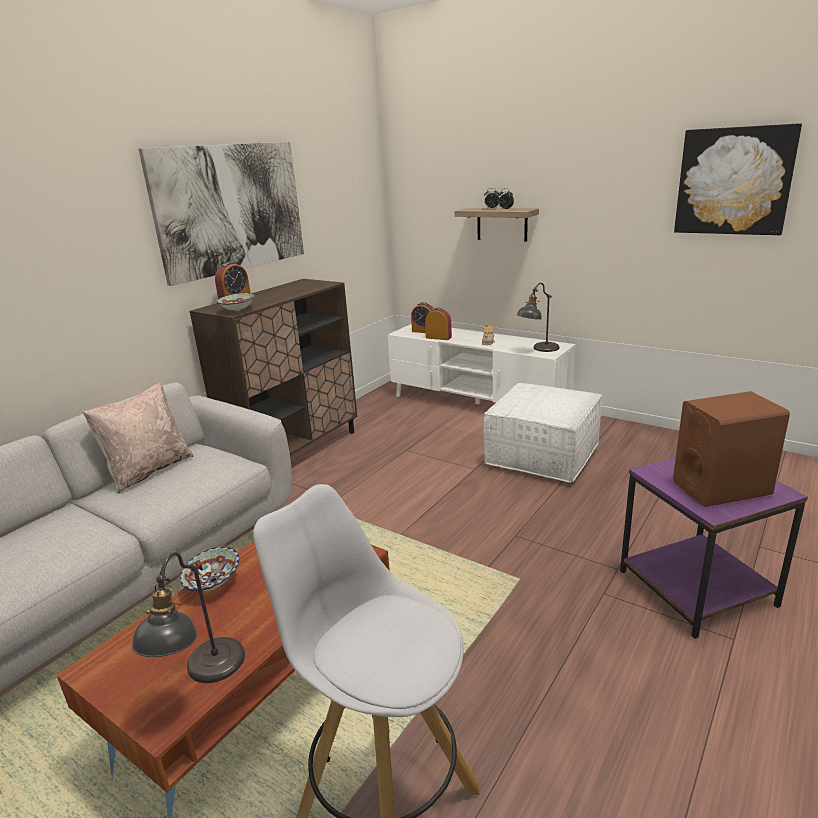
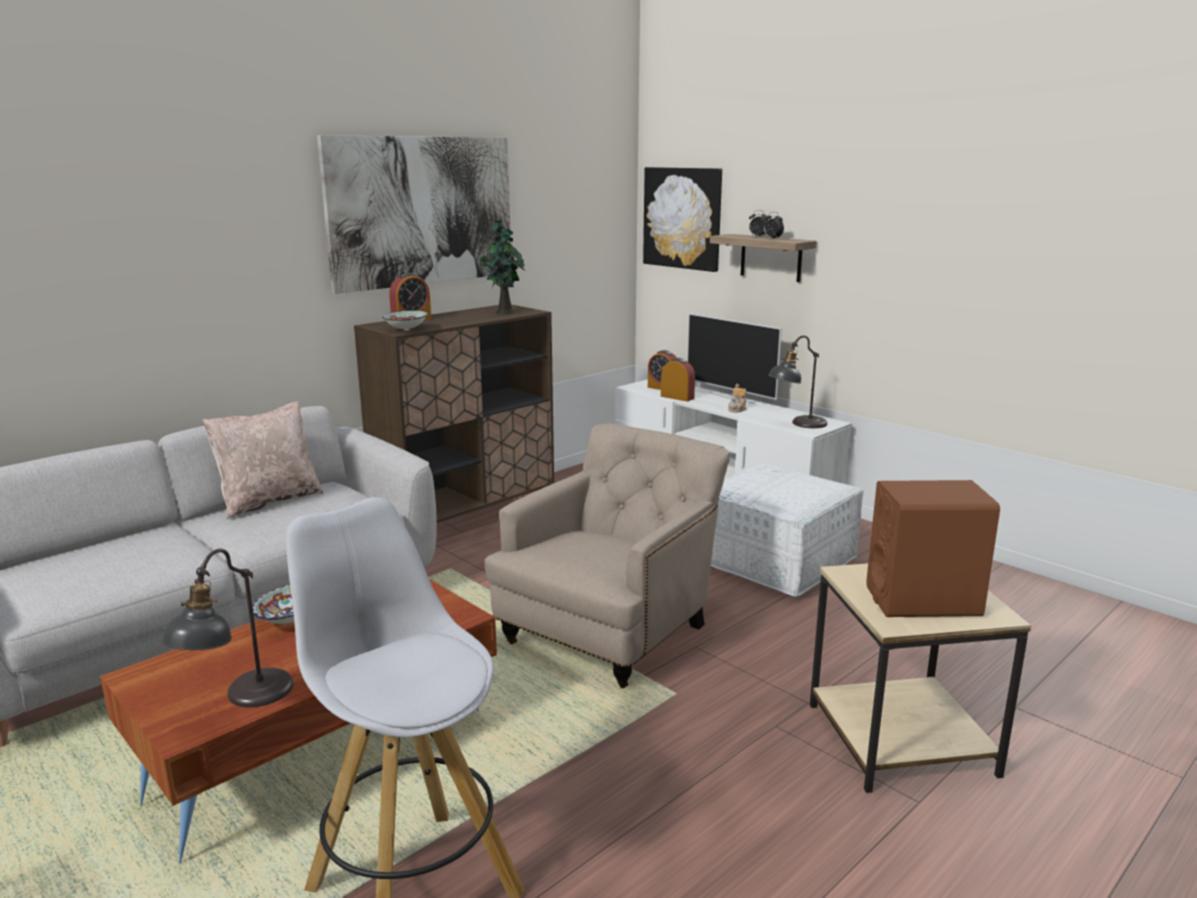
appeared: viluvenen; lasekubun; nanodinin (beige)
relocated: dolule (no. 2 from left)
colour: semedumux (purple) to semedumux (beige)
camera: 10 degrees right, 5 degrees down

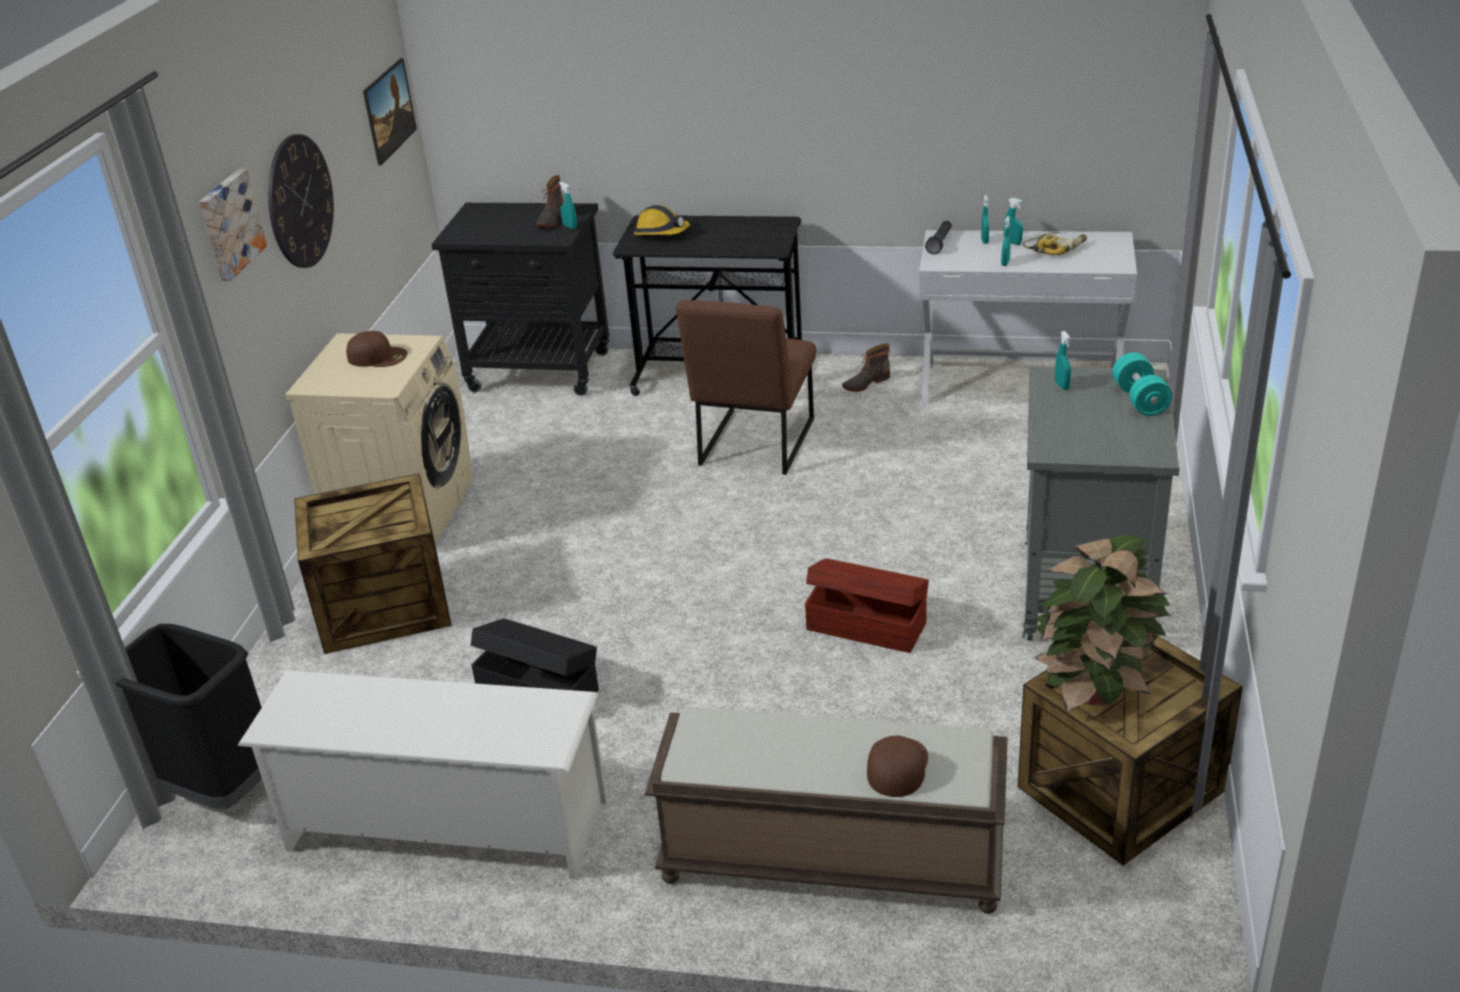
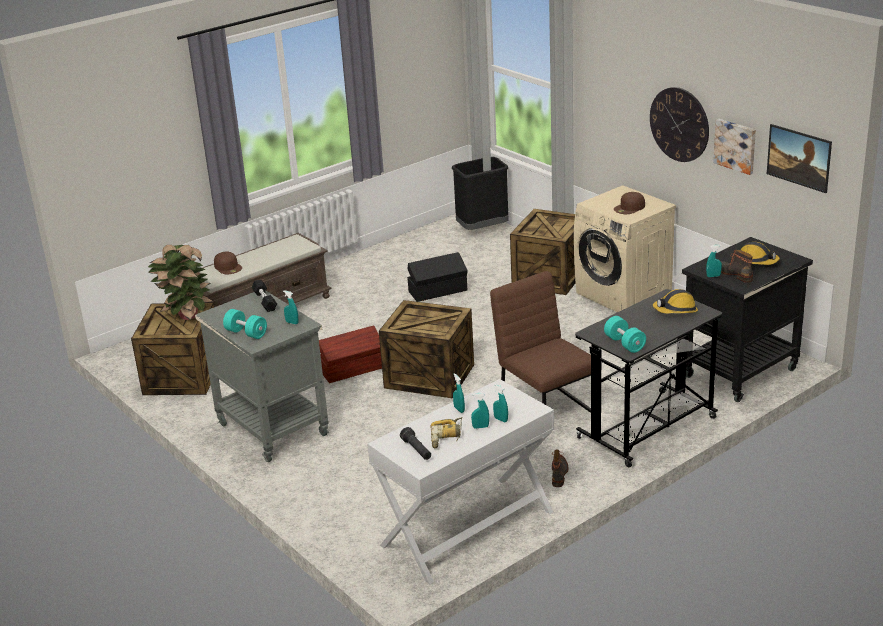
missing: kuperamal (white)
appeared: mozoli (no. 2 from left); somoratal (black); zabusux (no. 2 from left); somoratal (turquoise) (no. 2 from left)
relocated: dolule (no. 1 from left); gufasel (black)
camera: 130 degrees right, 5 degrees down

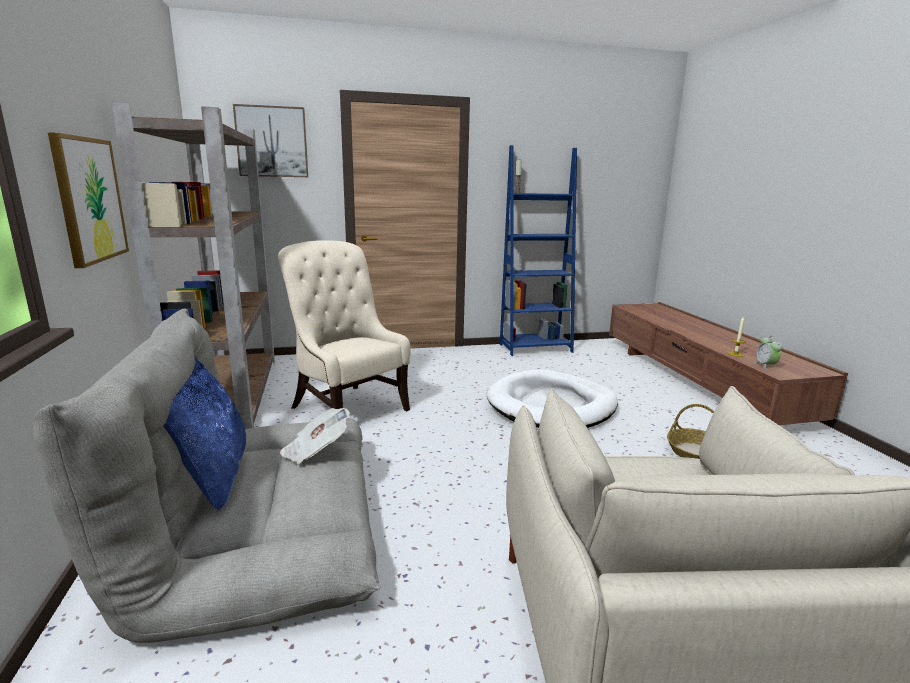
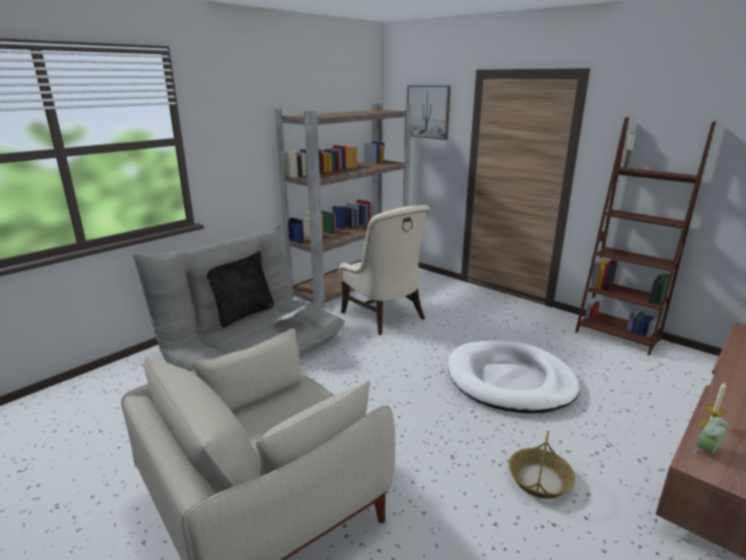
missing: dolule (no. 1 from left)
colour: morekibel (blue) to morekibel (brown) (no. 2 from left); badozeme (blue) to badozeme (black)
spun: nanodinin (beige) (no. 1 from left in the first image) 135 degrees clockwise
camera: 55 degrees right, 5 degrees up

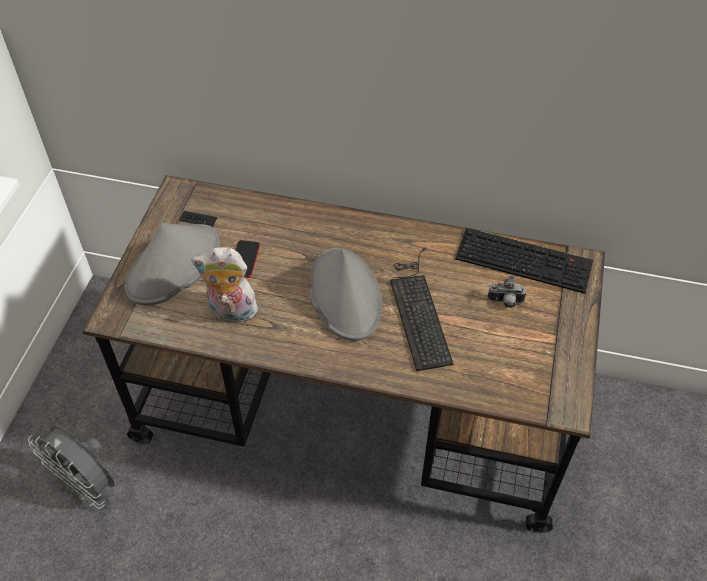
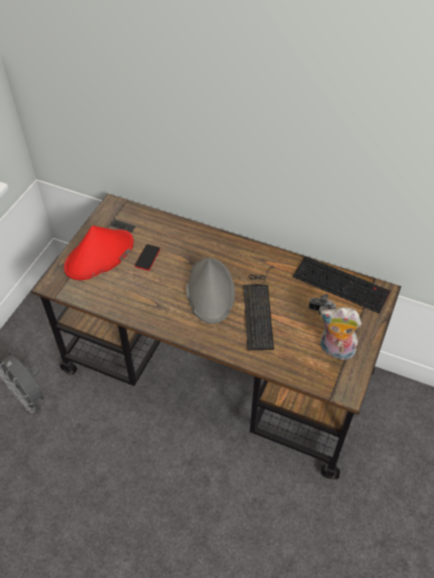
relocated: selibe
colour: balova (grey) (no. 1 from left) to balova (red)
camera: 10 degrees right, 0 degrees up

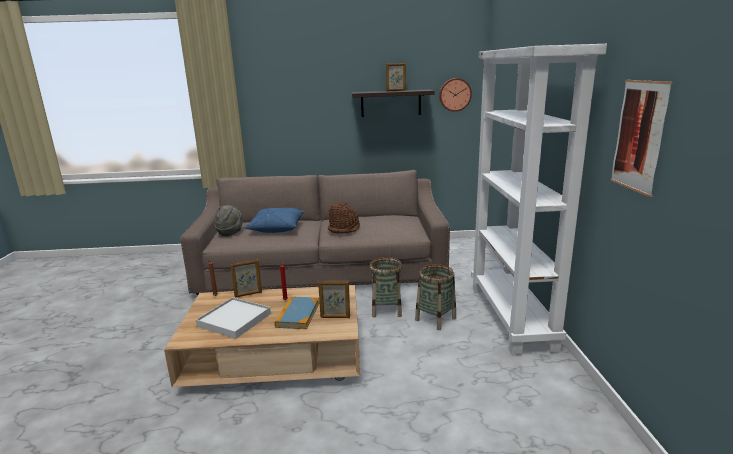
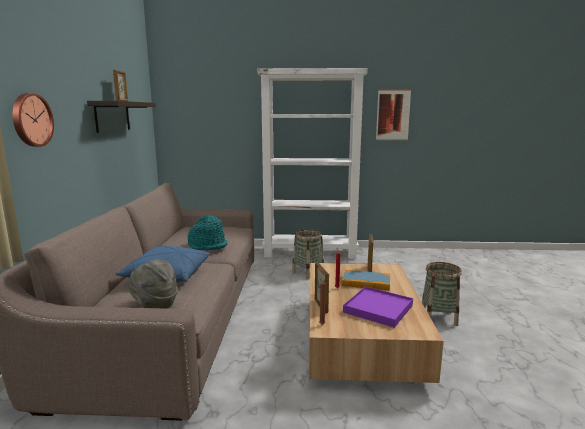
relocated: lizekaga; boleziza (no. 1 from left in the first image) to boleziza (no. 2 from left)
colour: balova (brown) to balova (turquoise); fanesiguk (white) to fanesiguk (purple)
camera: 85 degrees left, 5 degrees down

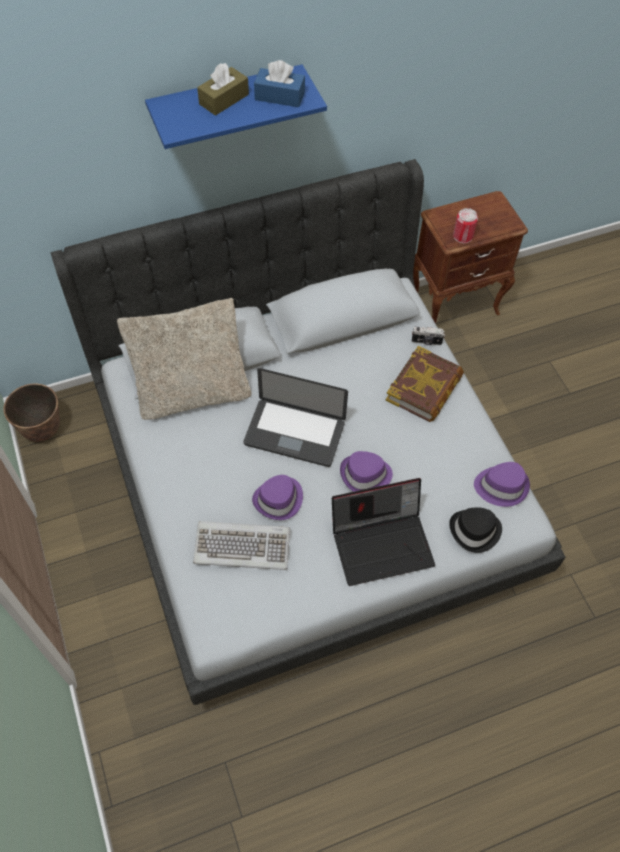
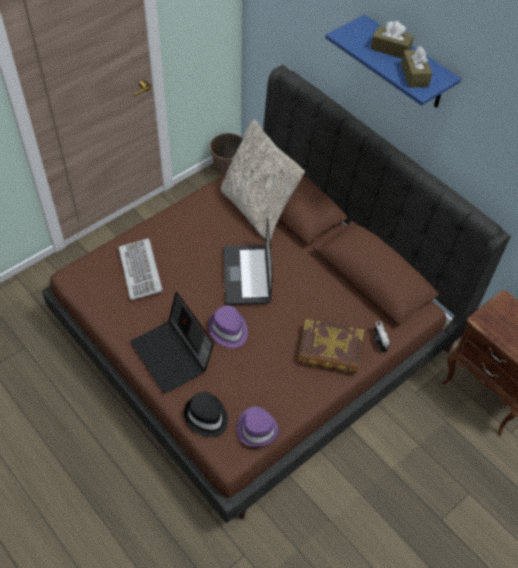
missing: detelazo; balova (purple) (no. 1 from left)
colour: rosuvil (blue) to rosuvil (brown) (no. 2 from left); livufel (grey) to livufel (brown)
camera: 70 degrees right, 5 degrees down

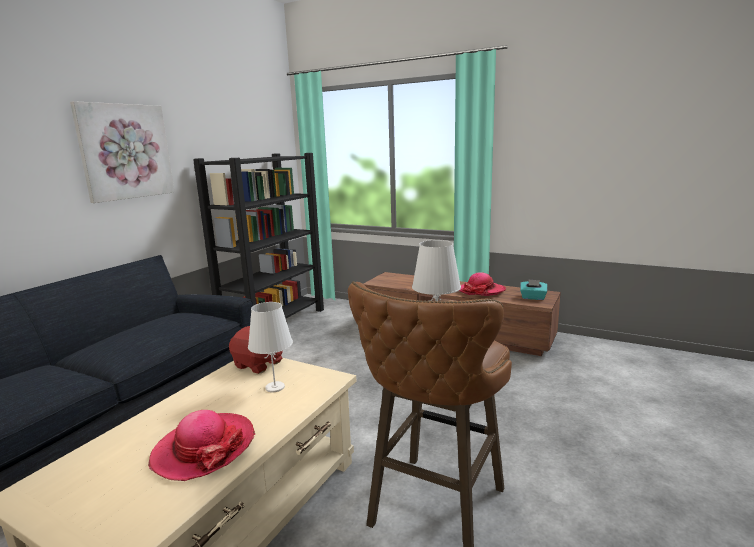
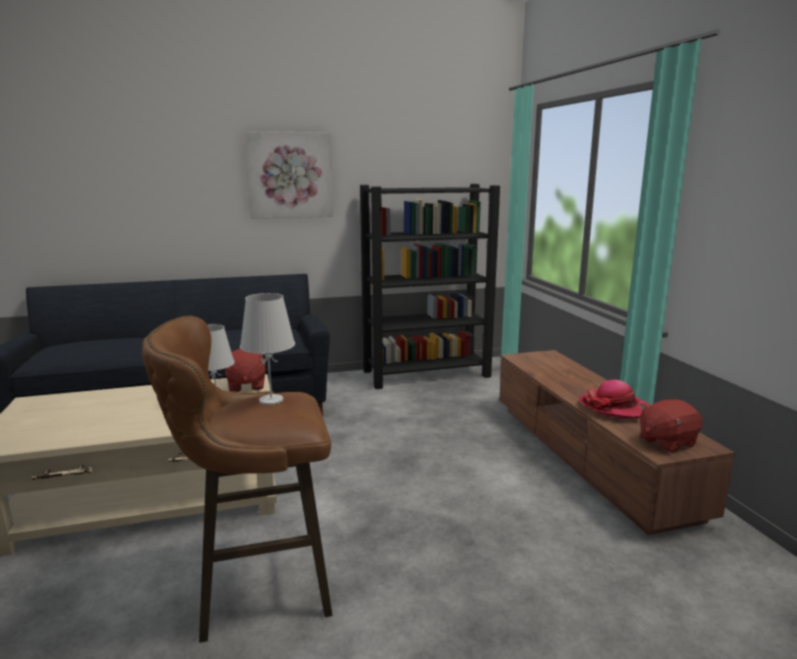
missing: balova (no. 1 from left)
exchanged: rosuvil (turquoise) to selibe (red) (no. 2 from left)
camera: 45 degrees right, 0 degrees up

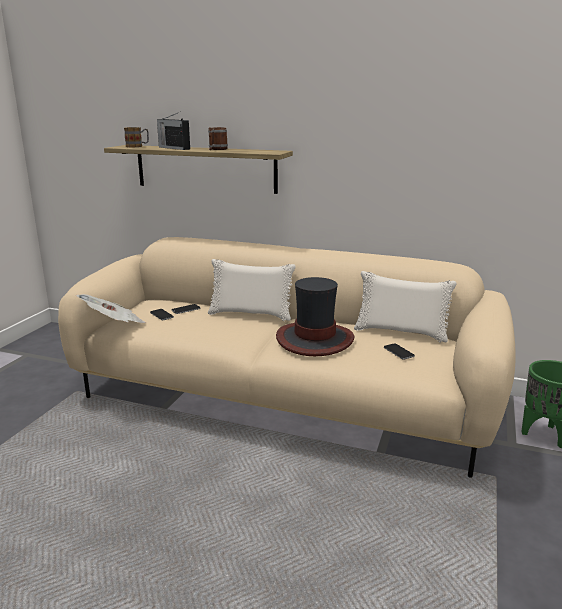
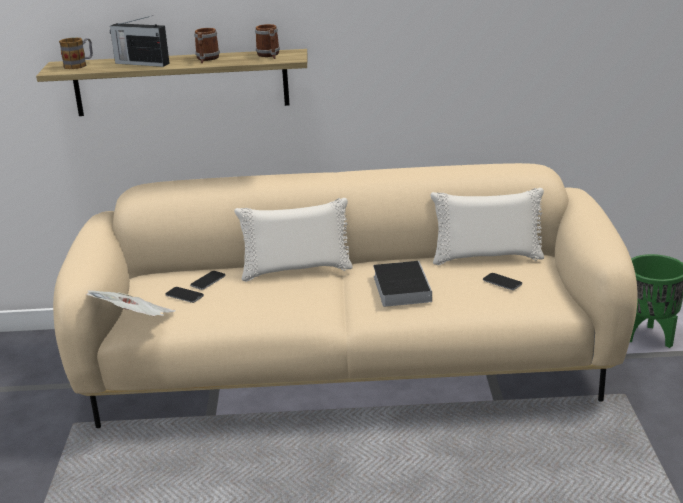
appeared: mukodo (no. 3 from left)
exchanged: balova to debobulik
camera: 20 degrees left, 5 degrees up

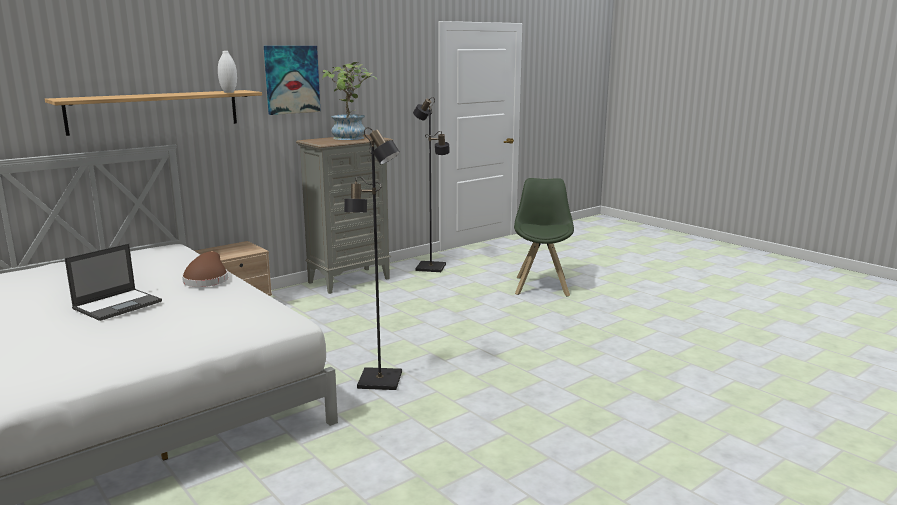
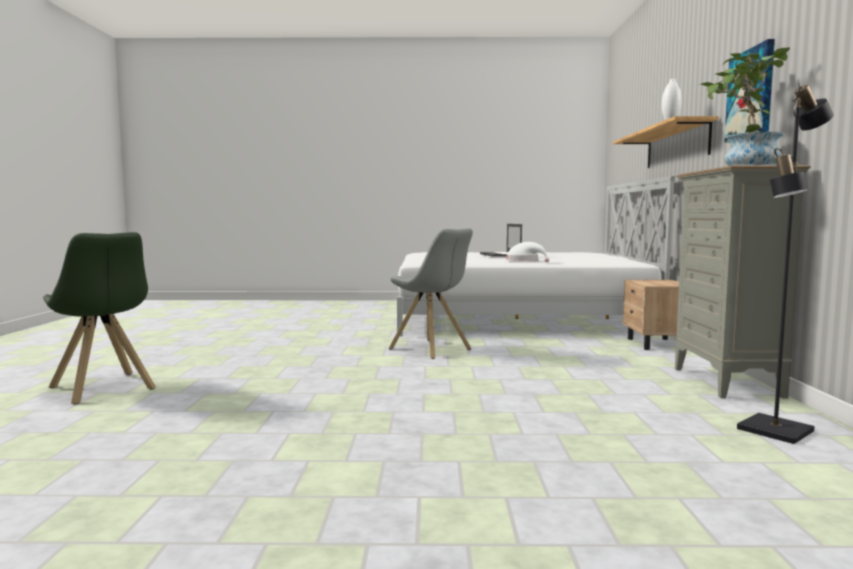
relocated: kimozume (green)
exchanged: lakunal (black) (no. 1 from left) to kimozume (grey)
colour: balova (brown) to balova (white)
camera: 130 degrees right, 10 degrees down

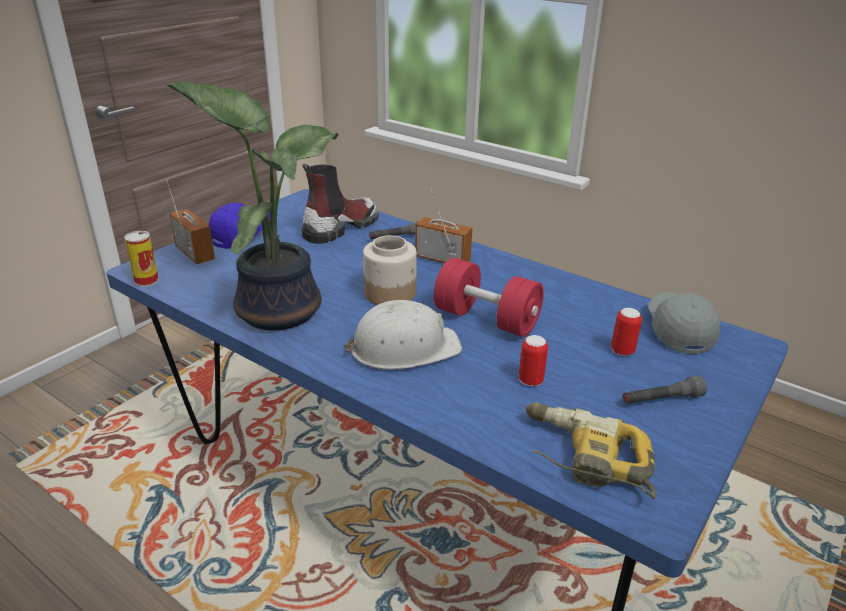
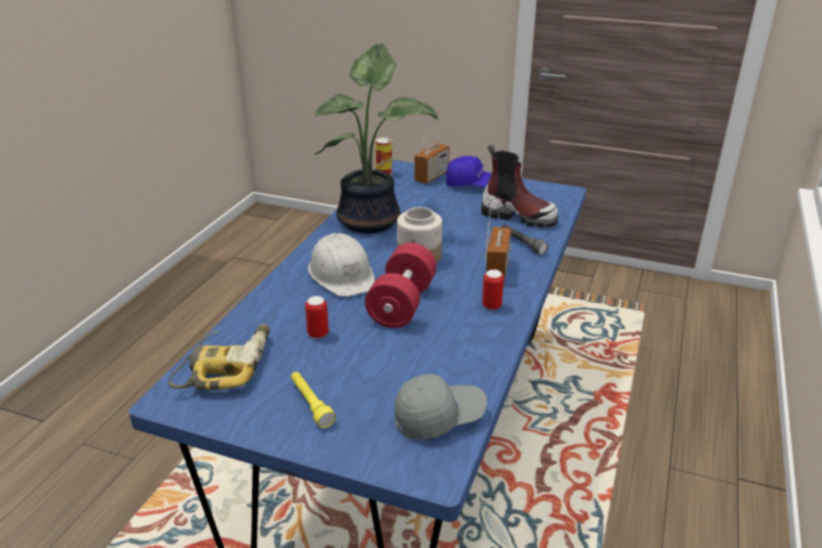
relocated: detelazo (no. 3 from left)
colour: gufasel (grey) (no. 2 from left) to gufasel (yellow)
camera: 75 degrees right, 0 degrees up

